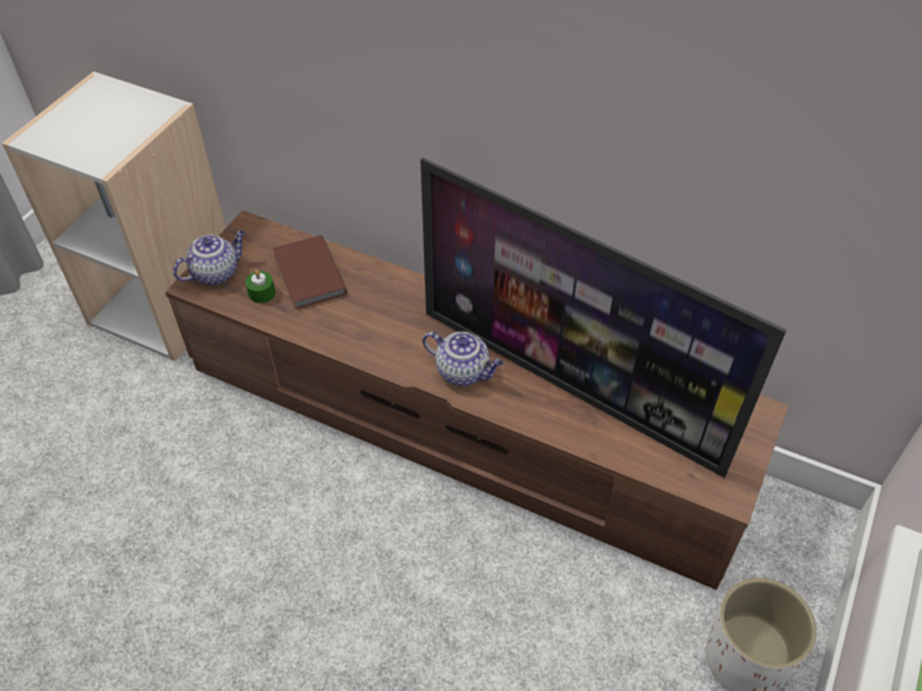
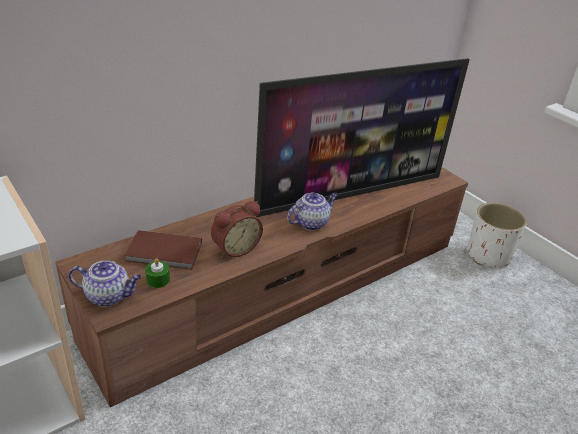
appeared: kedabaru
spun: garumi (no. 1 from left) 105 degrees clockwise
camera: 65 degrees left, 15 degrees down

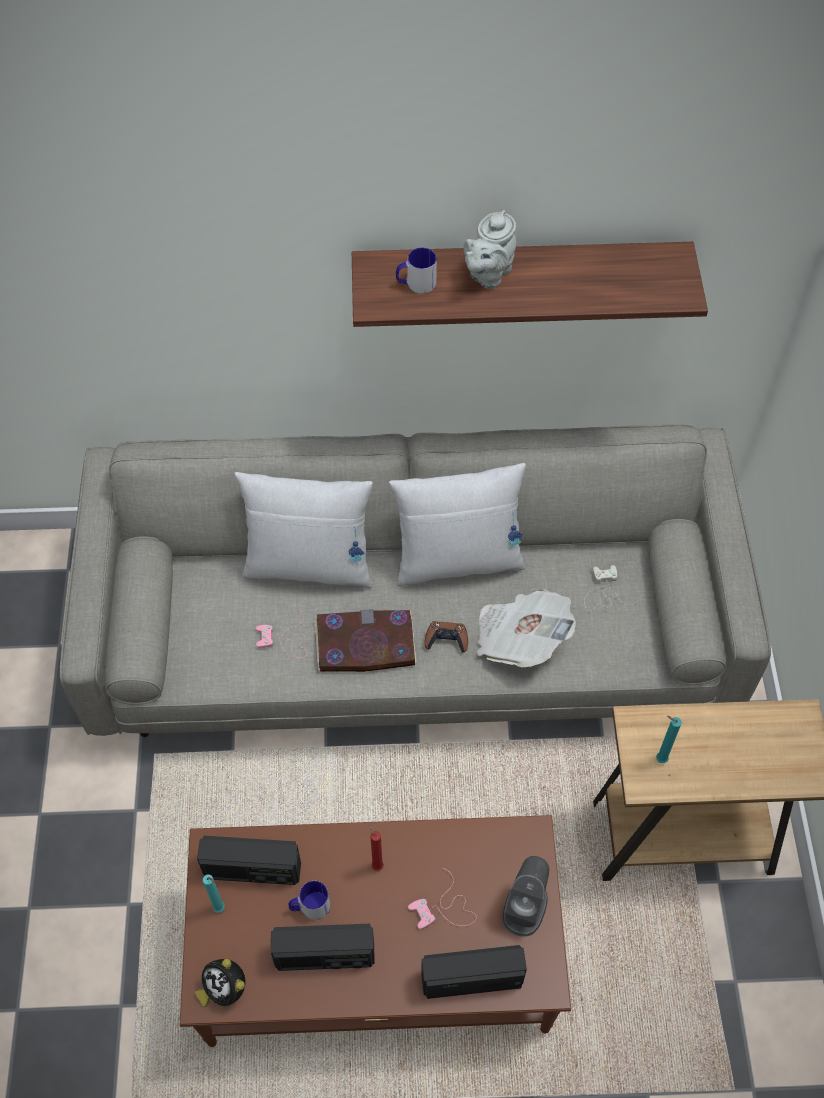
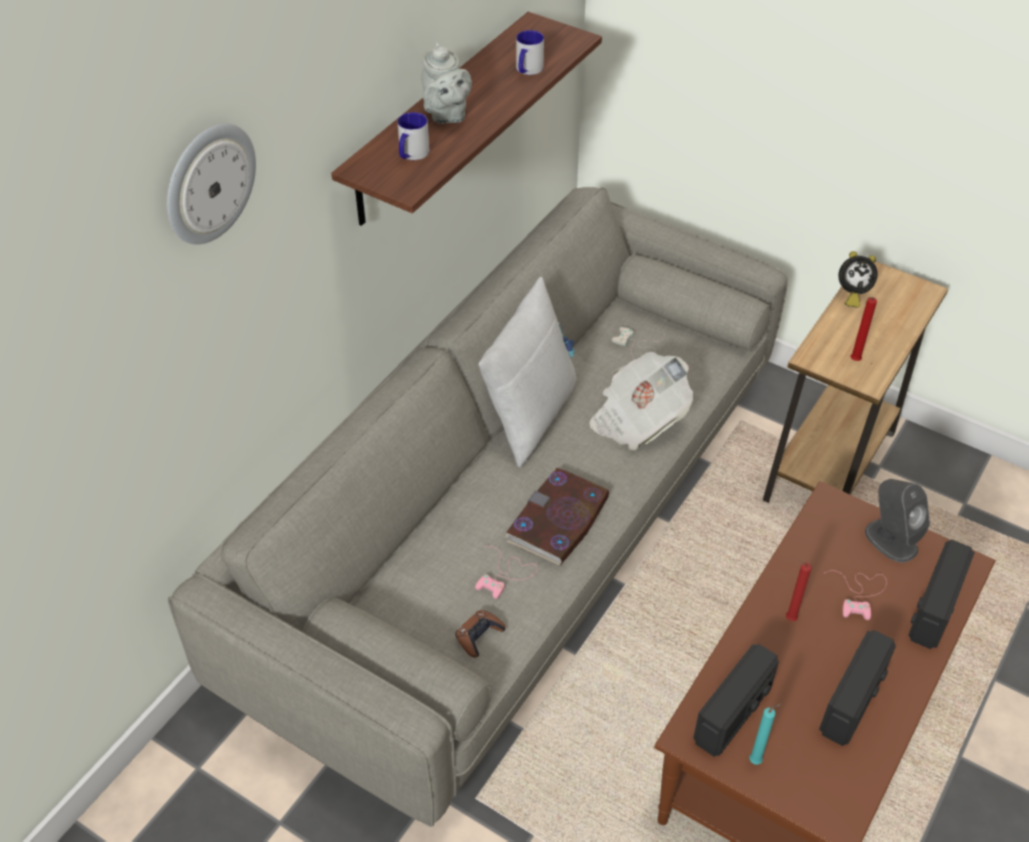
missing: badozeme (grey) (no. 1 from left)
appeared: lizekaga
relocated: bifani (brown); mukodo (no. 1 from left in the first image) to mukodo (no. 2 from left); kedabaru
colour: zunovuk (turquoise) (no. 2 from left) to zunovuk (red) (no. 2 from left)
camera: 55 degrees left, 10 degrees down

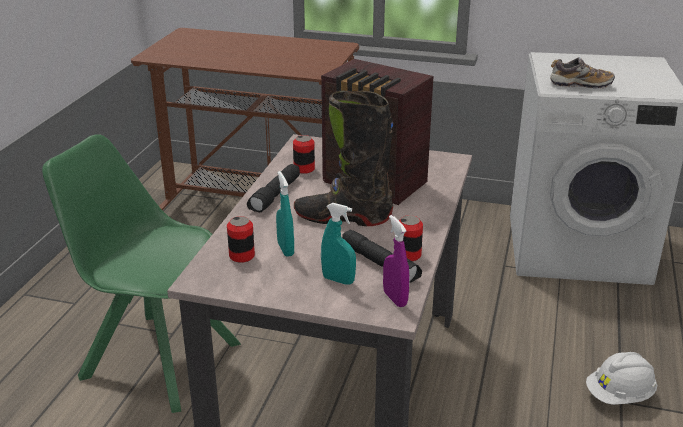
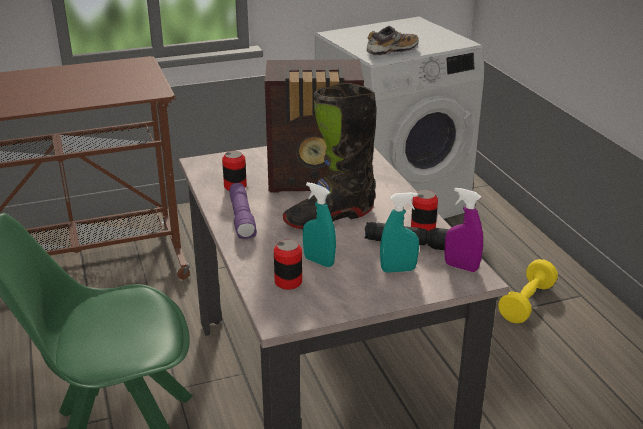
exchanged: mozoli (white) to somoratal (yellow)
colour: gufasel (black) (no. 1 from left) to gufasel (purple)
camera: 35 degrees left, 0 degrees up

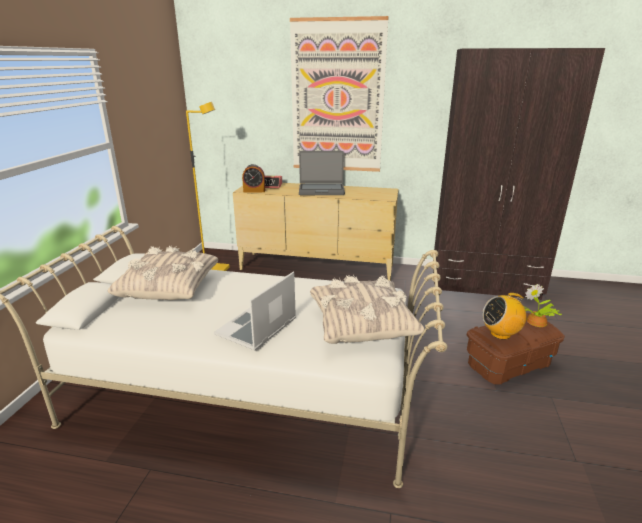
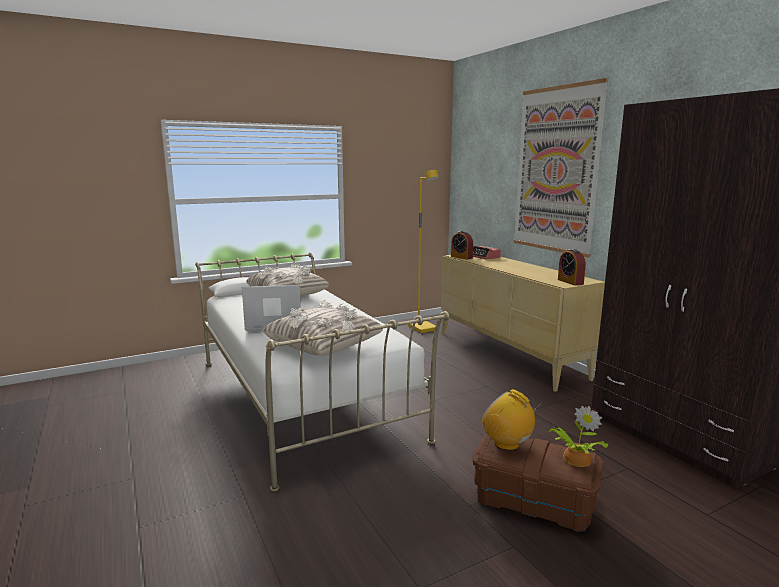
missing: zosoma (no. 2 from left)
appeared: kedabaru (no. 3 from left)
camera: 50 degrees right, 10 degrees down

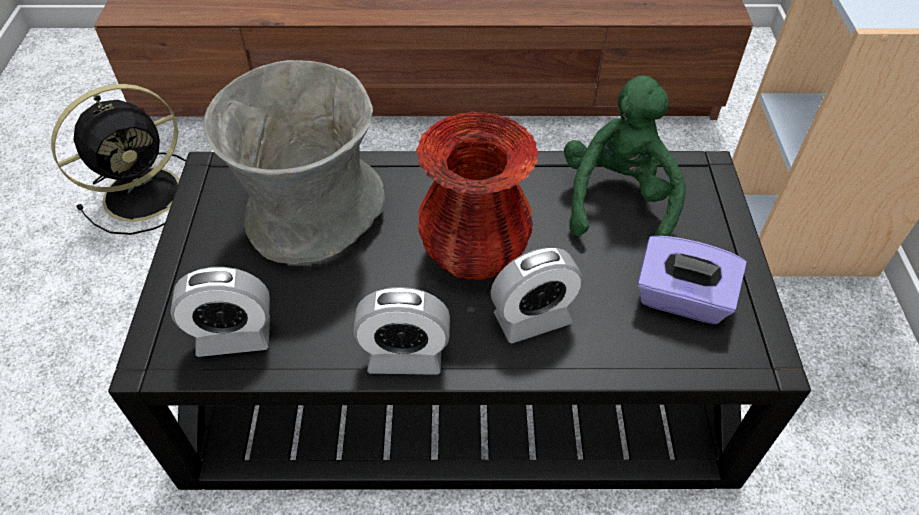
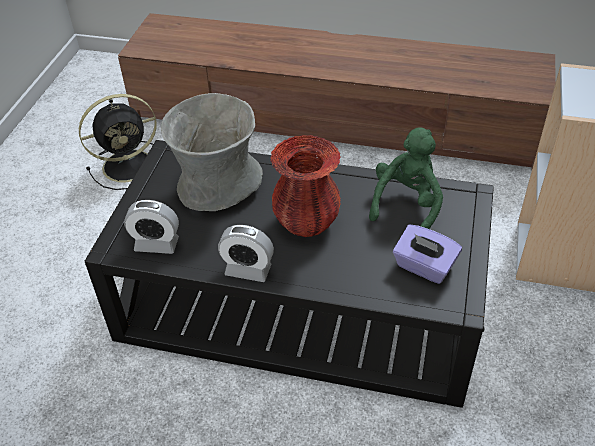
missing: kedabaru (no. 3 from left)
camera: 15 degrees right, 5 degrees down

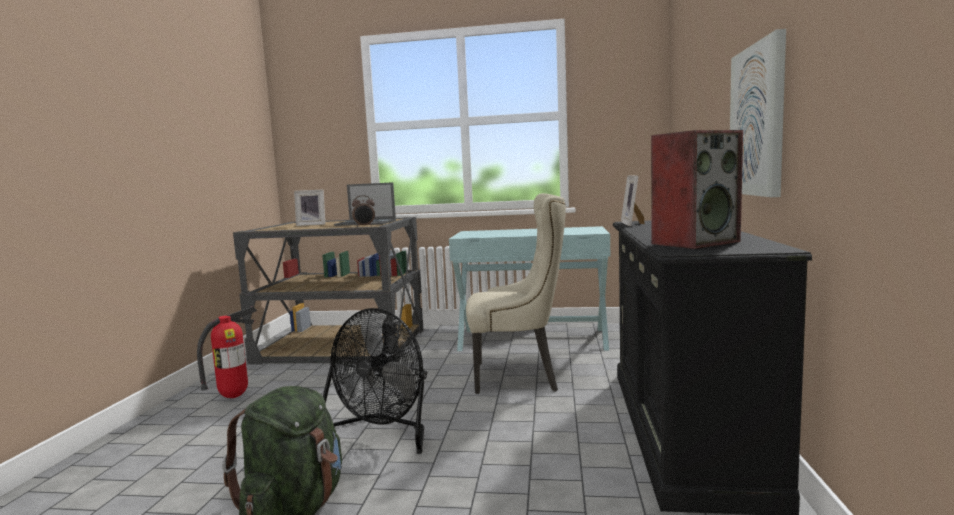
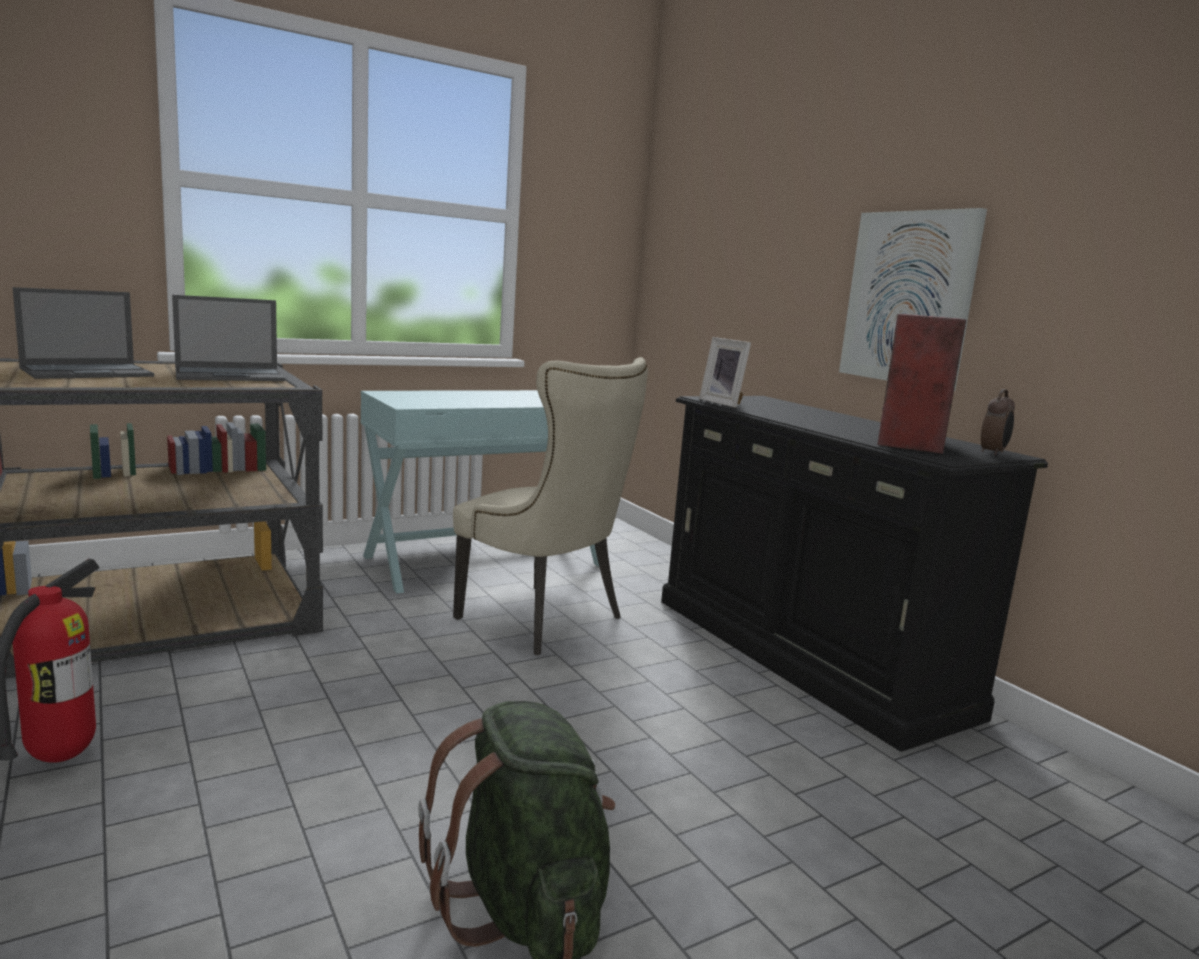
missing: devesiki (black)
relocated: kedabaru
exchanged: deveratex (no. 1 from left) to zosoma (no. 1 from left)
spun: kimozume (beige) 75 degrees clockwise
camera: 40 degrees left, 5 degrees up

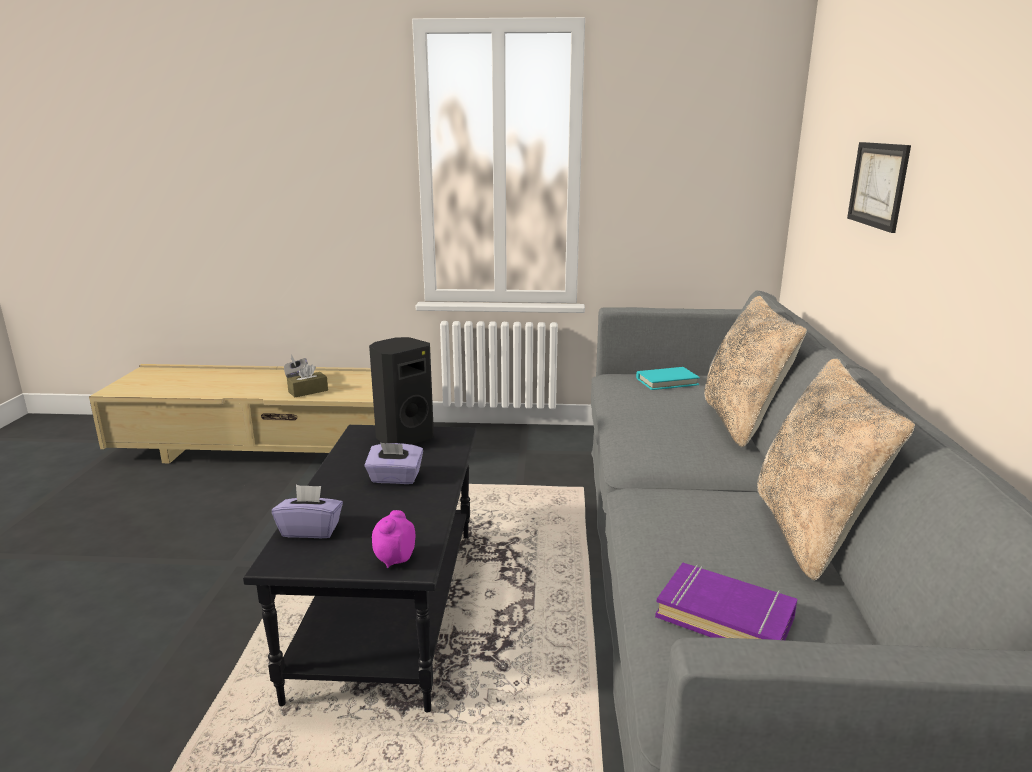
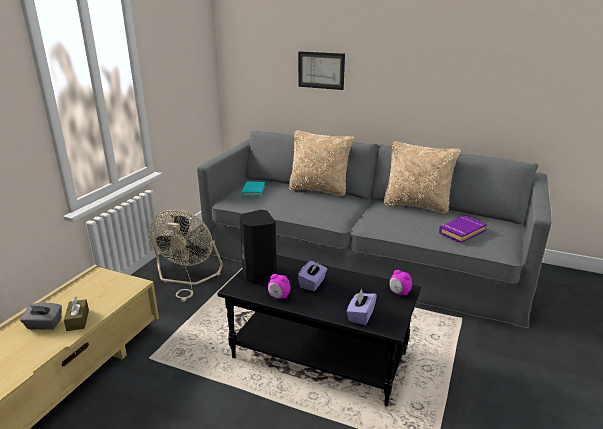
appeared: devesiki (beige); kedabaru (no. 1 from left)
camera: 70 degrees left, 5 degrees up

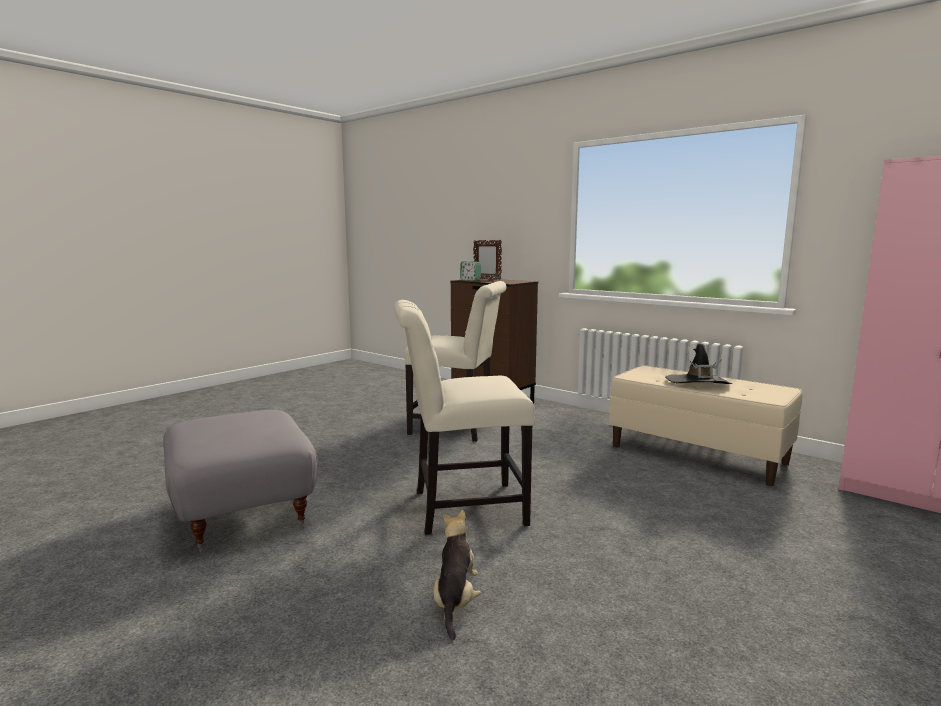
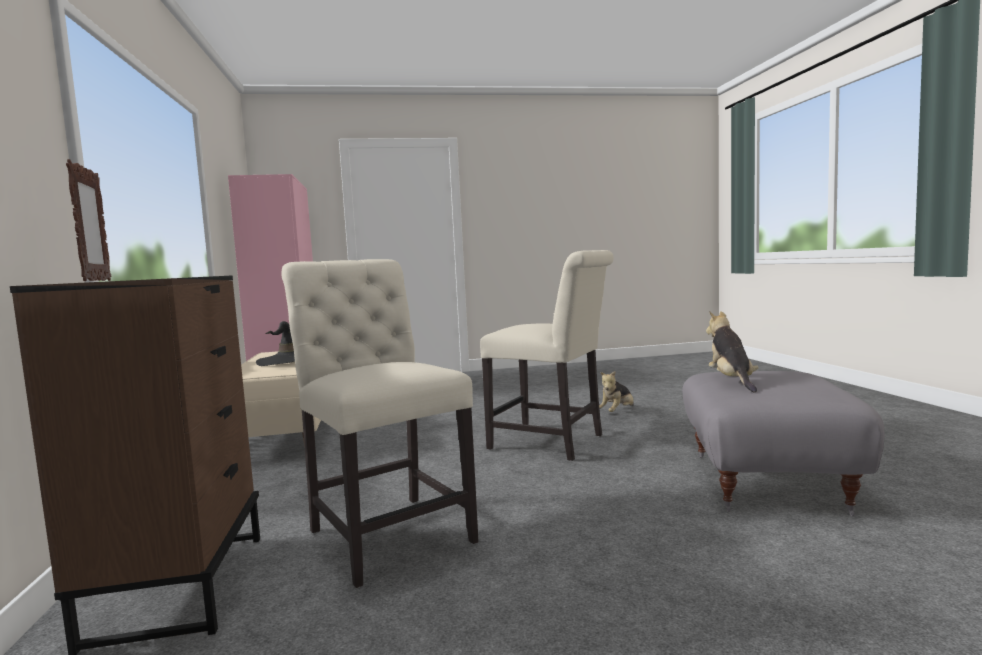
missing: kedabaru
appeared: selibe (no. 2 from left)
camera: 140 degrees left, 5 degrees down

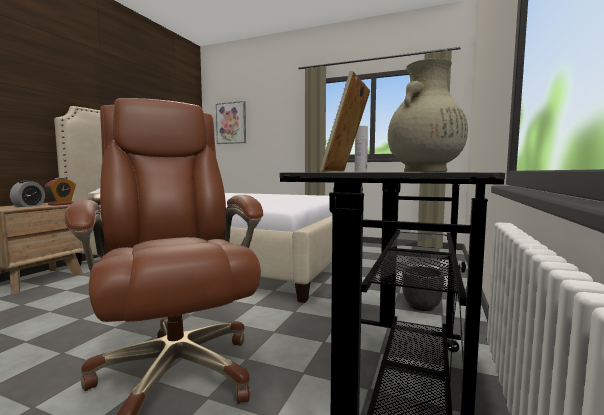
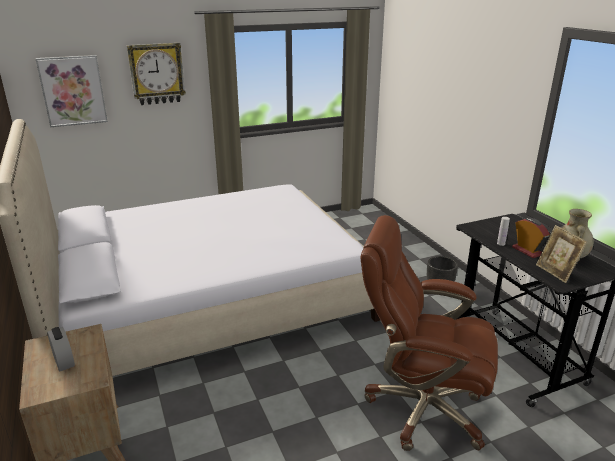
appeared: lizekaga
relocated: kedabaru (no. 2 from left)
camera: 45 degrees left, 20 degrees up

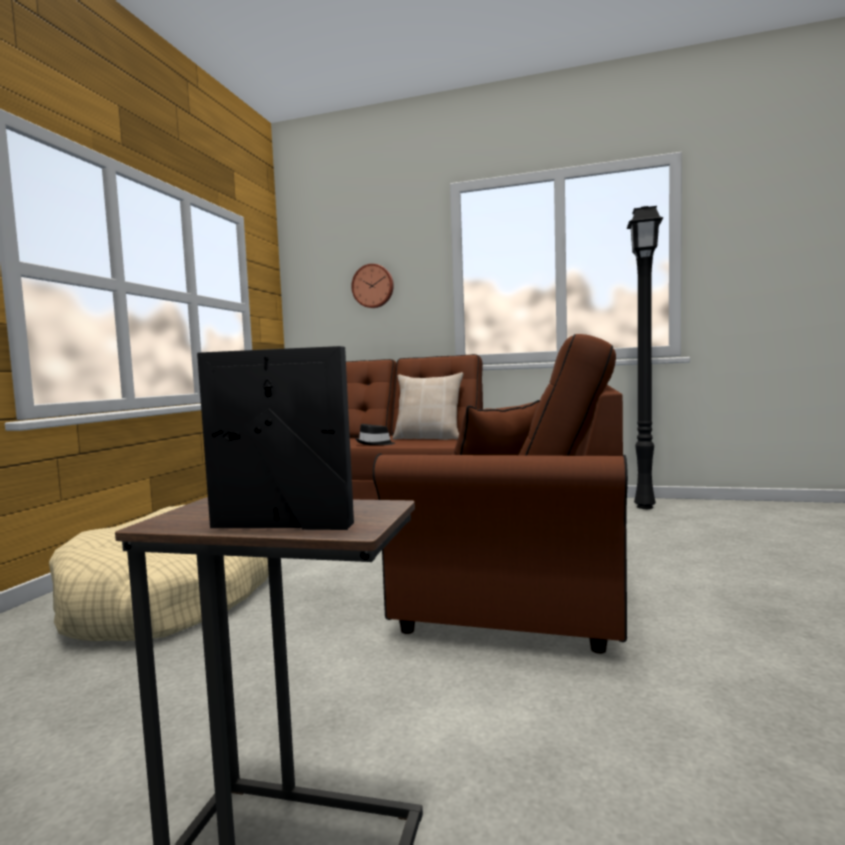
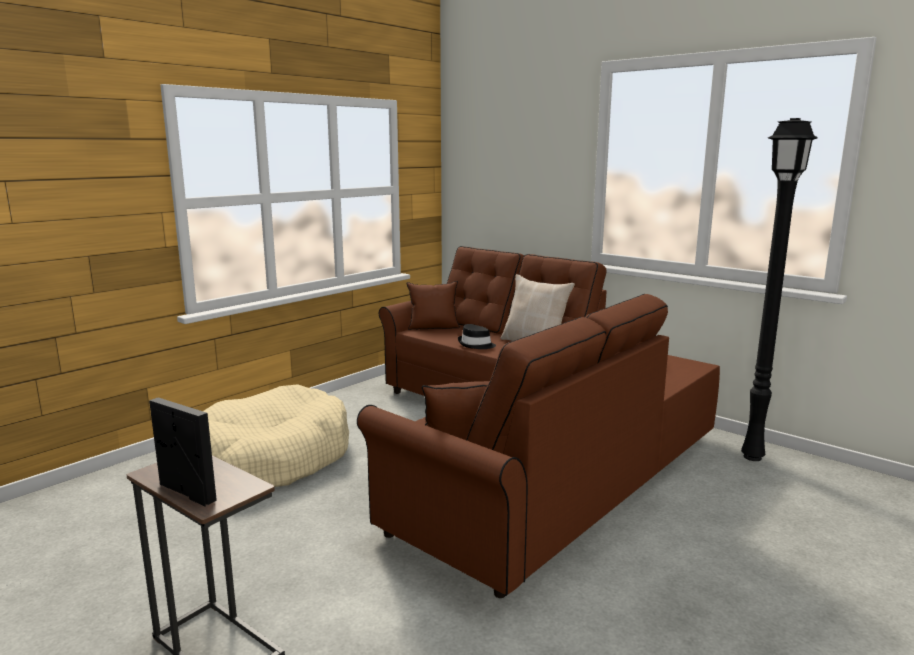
missing: lizekaga
camera: 25 degrees right, 10 degrees up

